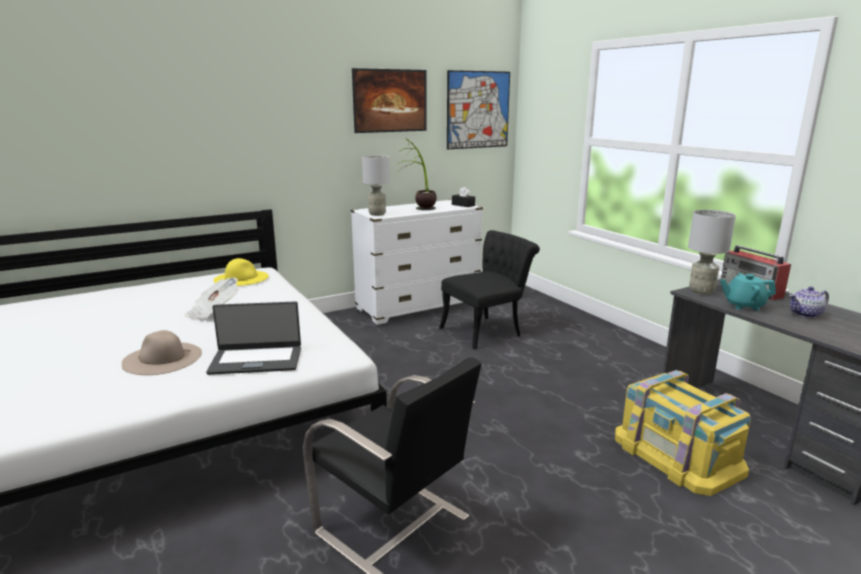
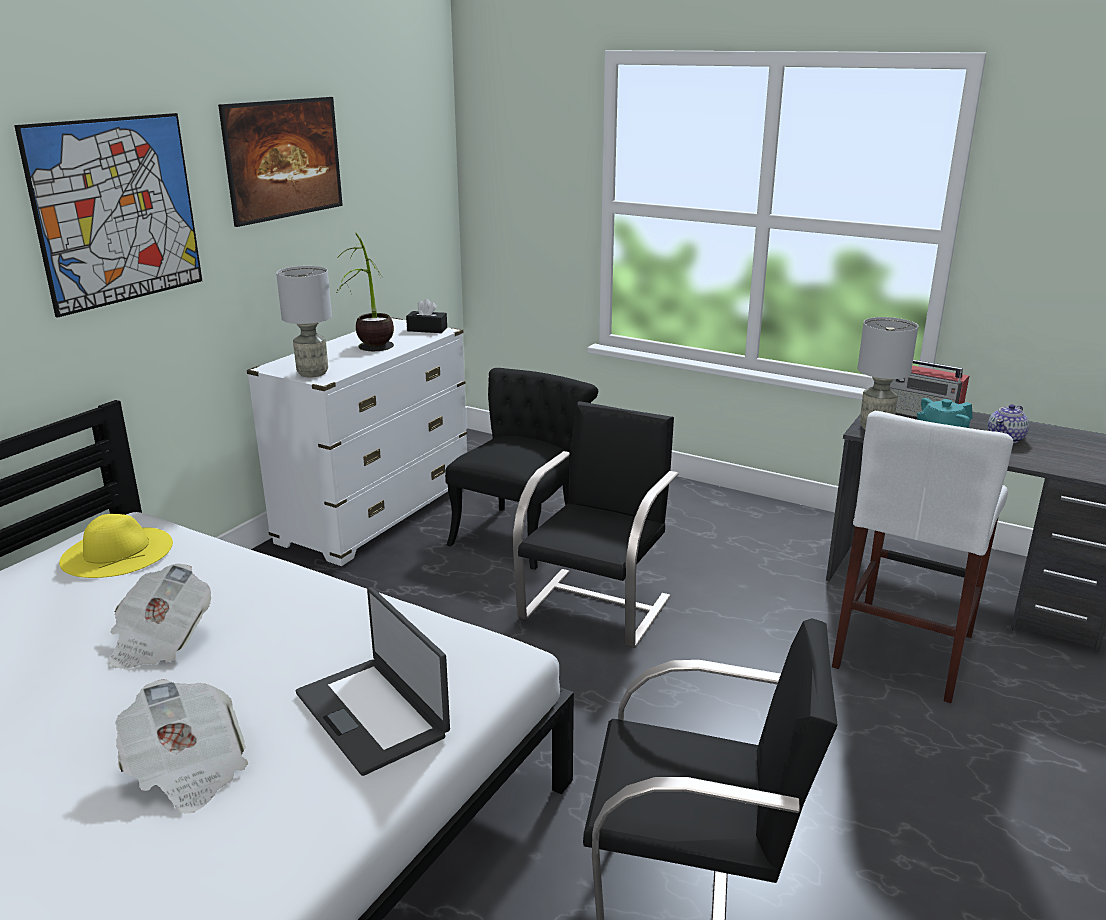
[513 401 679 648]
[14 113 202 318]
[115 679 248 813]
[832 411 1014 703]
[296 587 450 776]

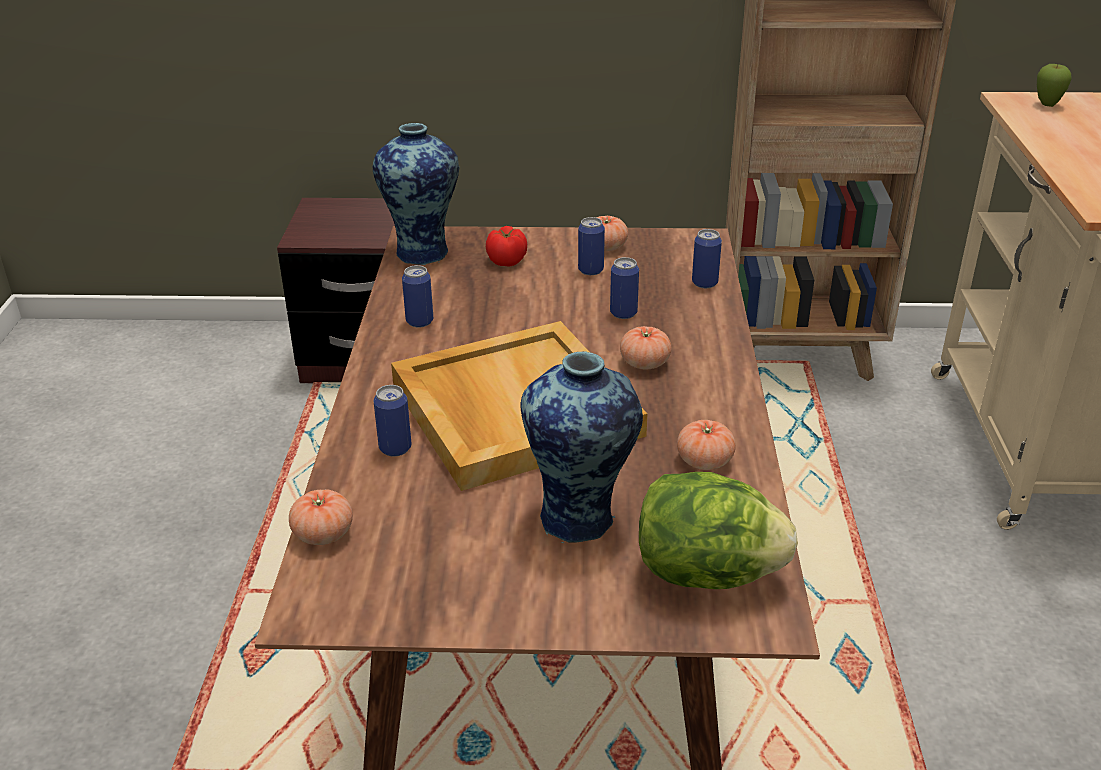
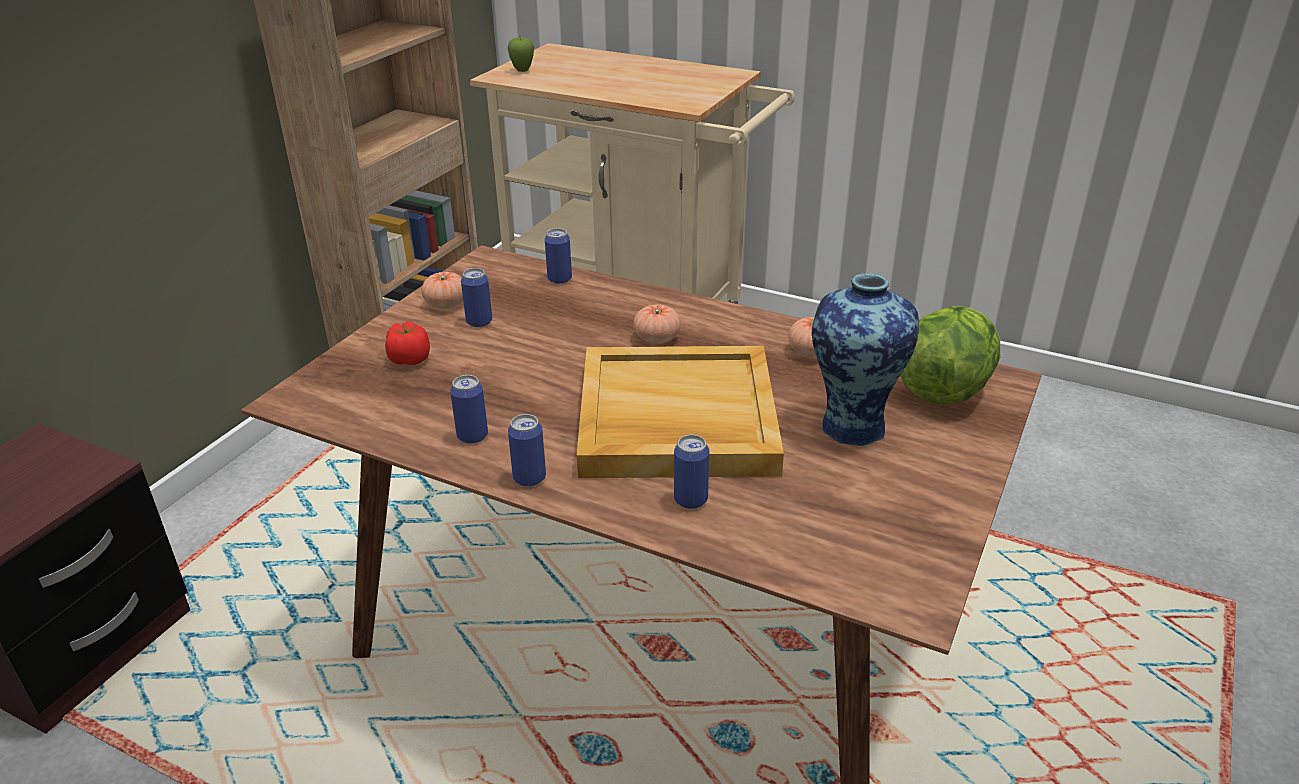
[289 490 353 545] (first image)
[373 123 459 265] (first image)
[508 414 546 487]

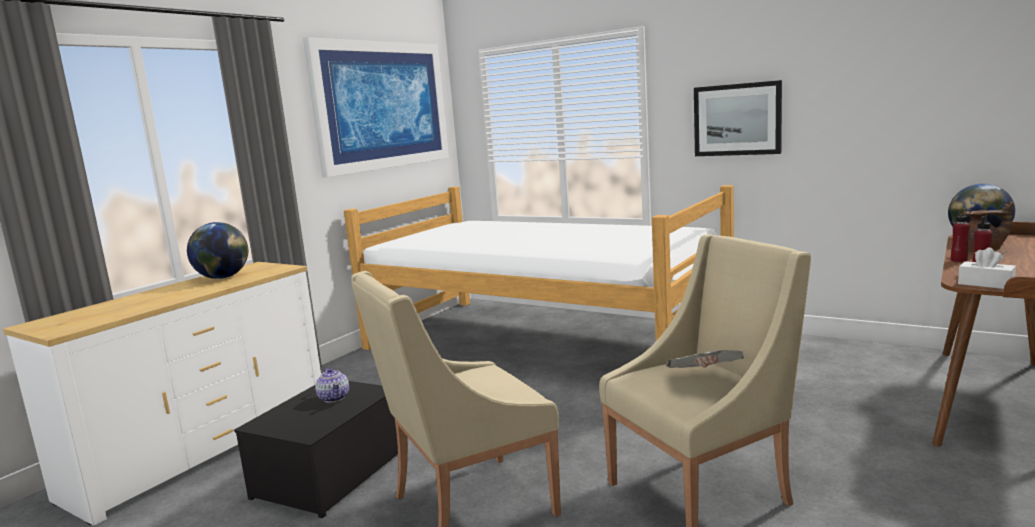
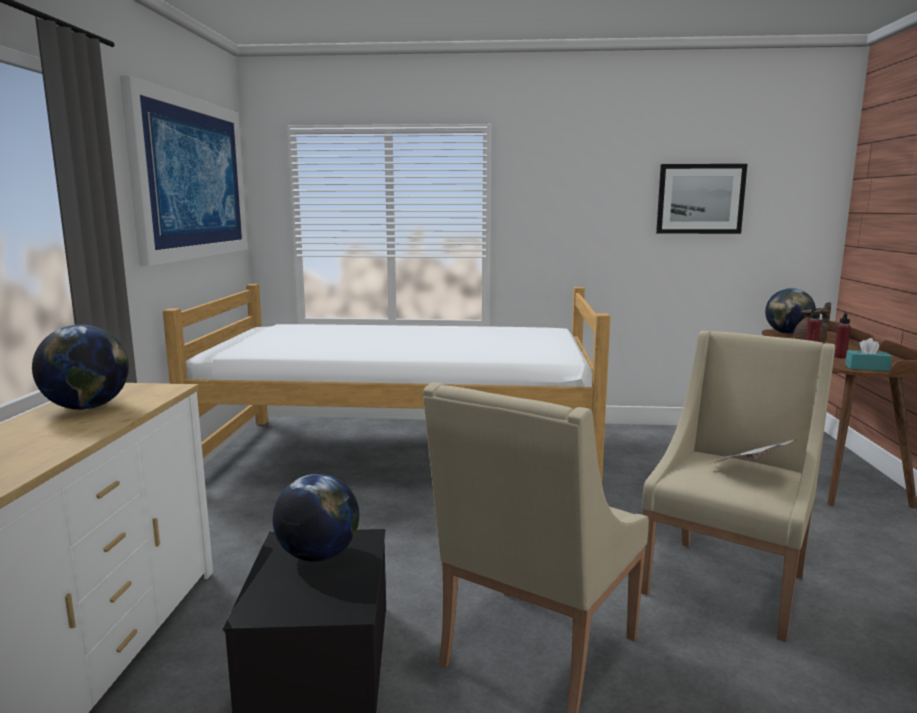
[656 164 747 234]
[273 474 359 562]
[845 338 892 371]

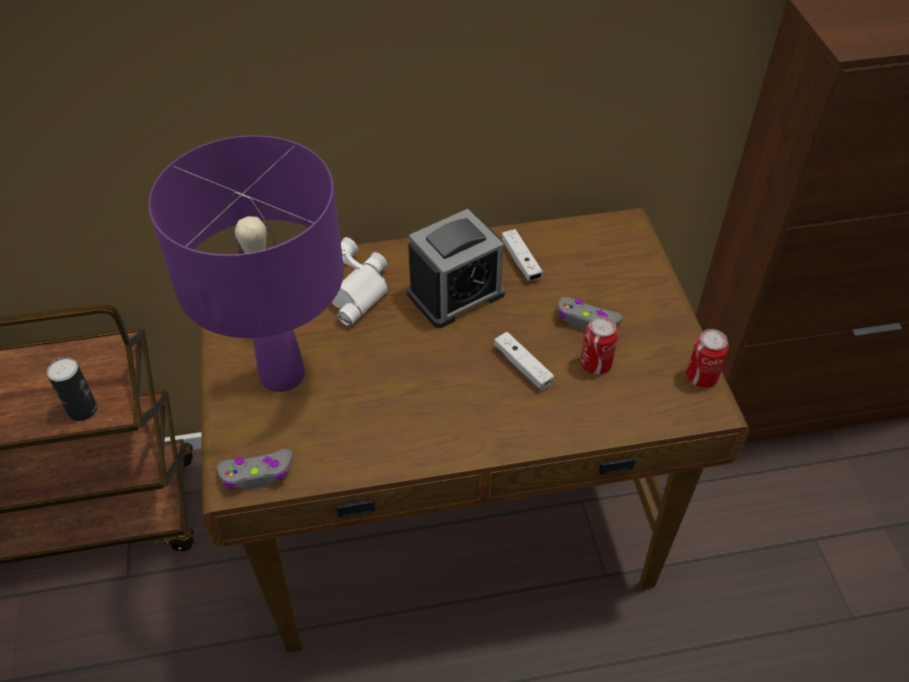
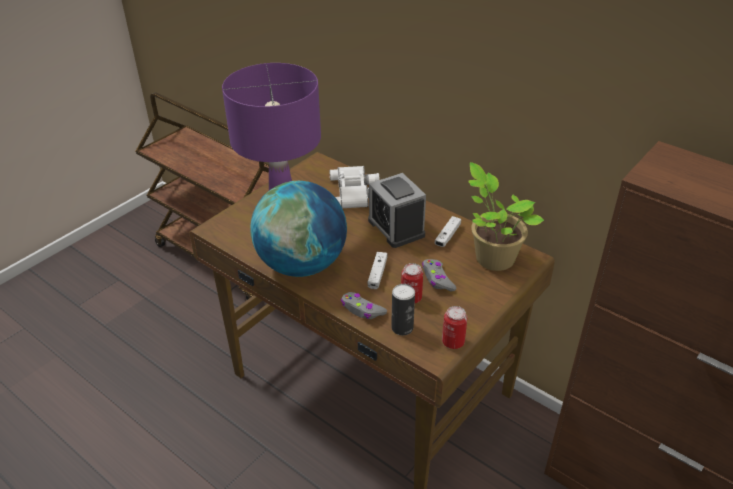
[250 181 347 277]
[468 162 544 271]
[391 284 415 335]
[341 292 387 319]
[368 173 426 248]

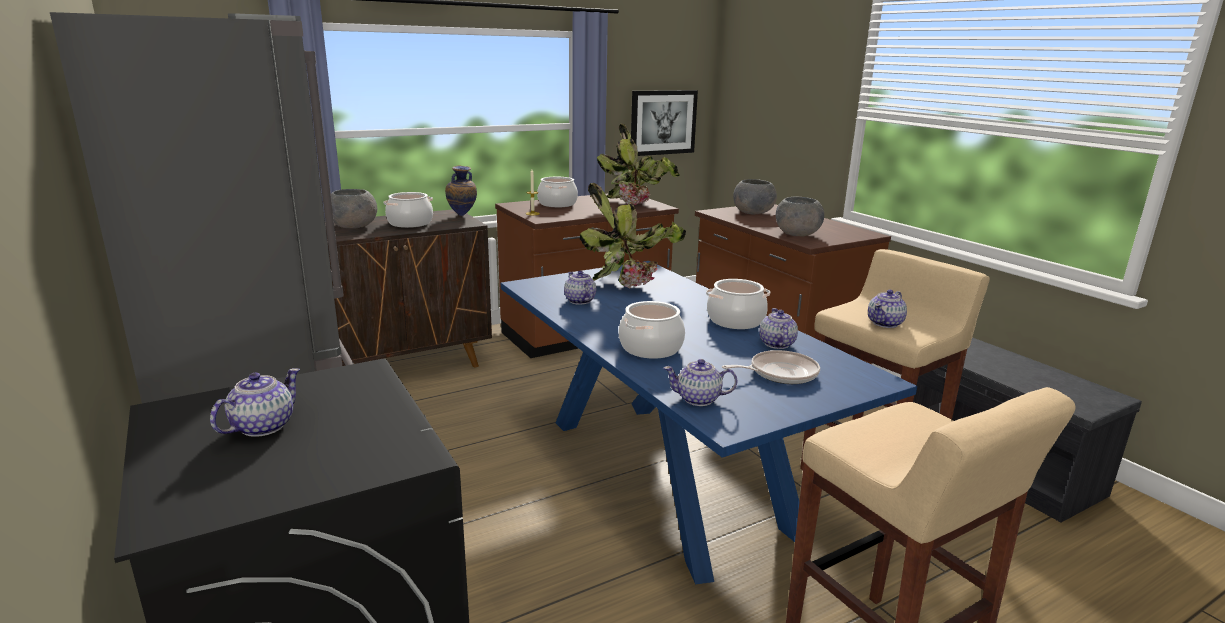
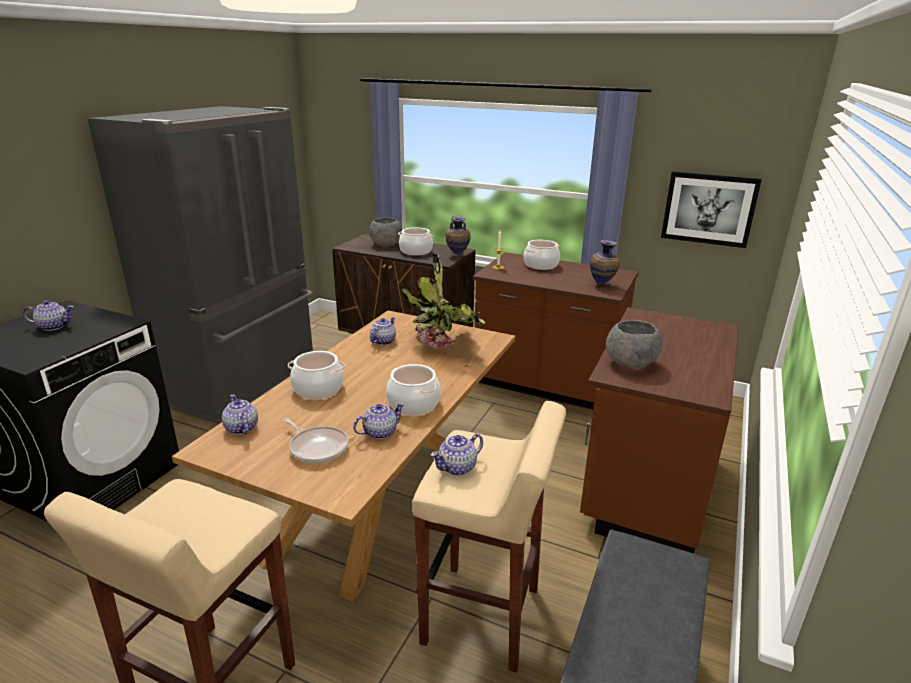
[733 179 777 214] (first image)
[590 240 620 285]
[172 310 515 602]
[431 434 483 476]

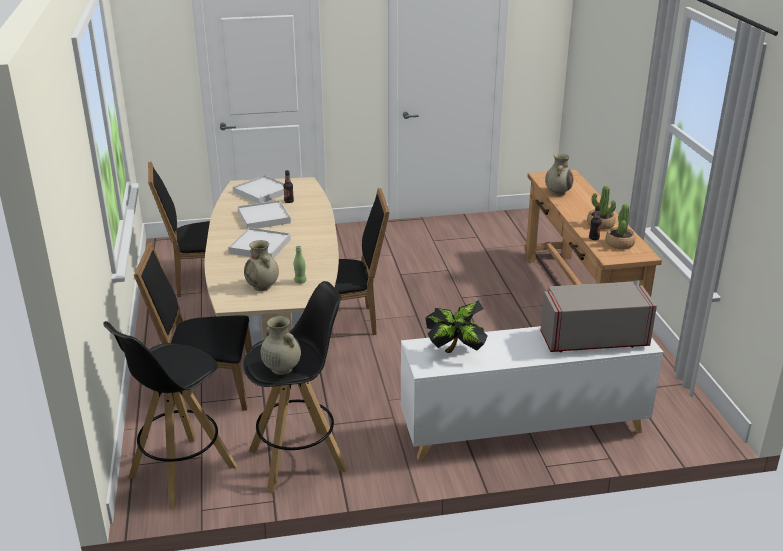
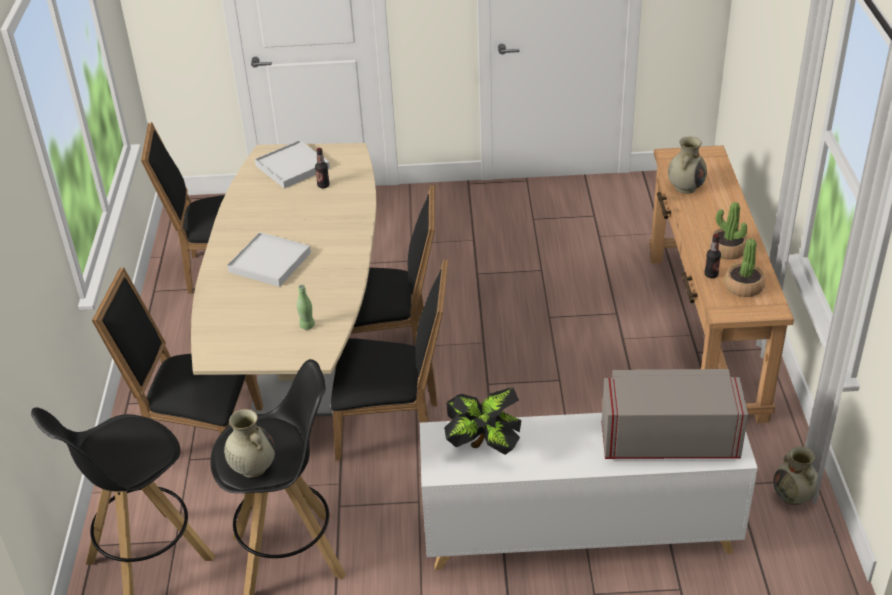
[238 200 291 228] (first image)
[331 259 448 461]
[773 446 818 505]

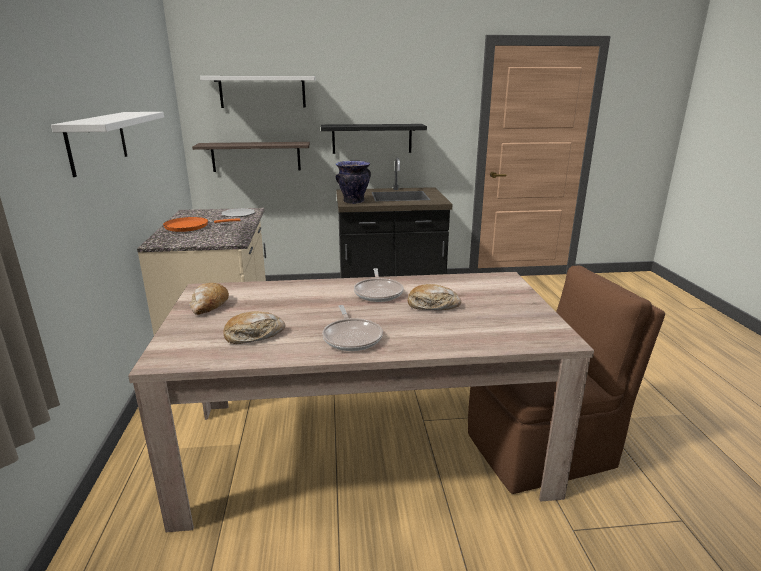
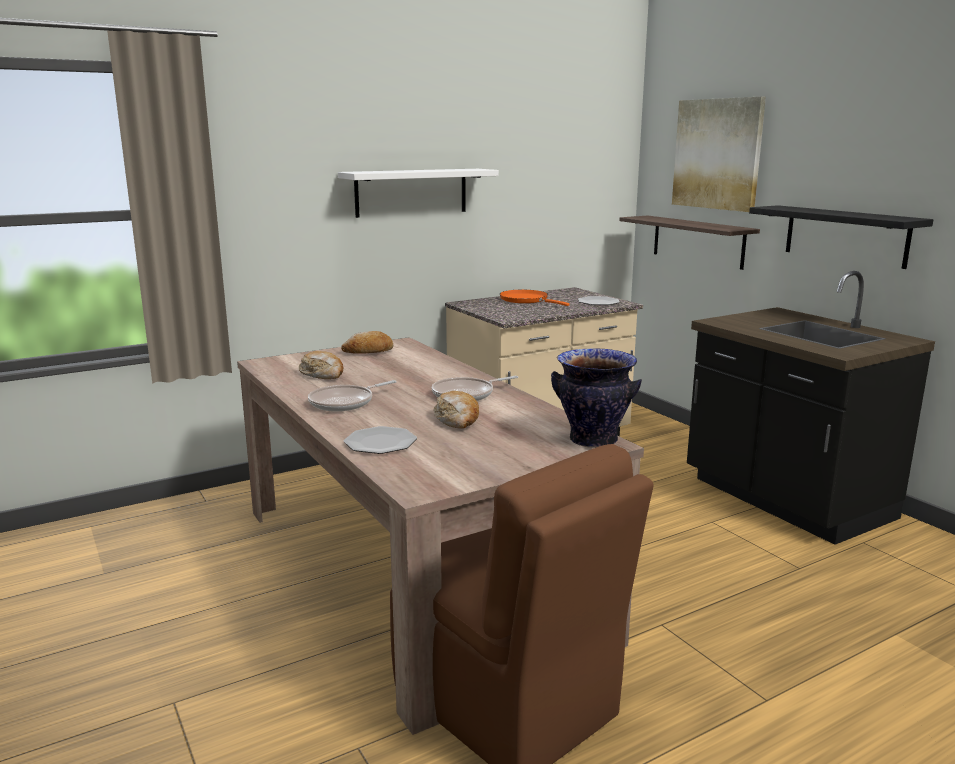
[344 426 417 454]
[551 348 642 448]
[672 97 766 212]

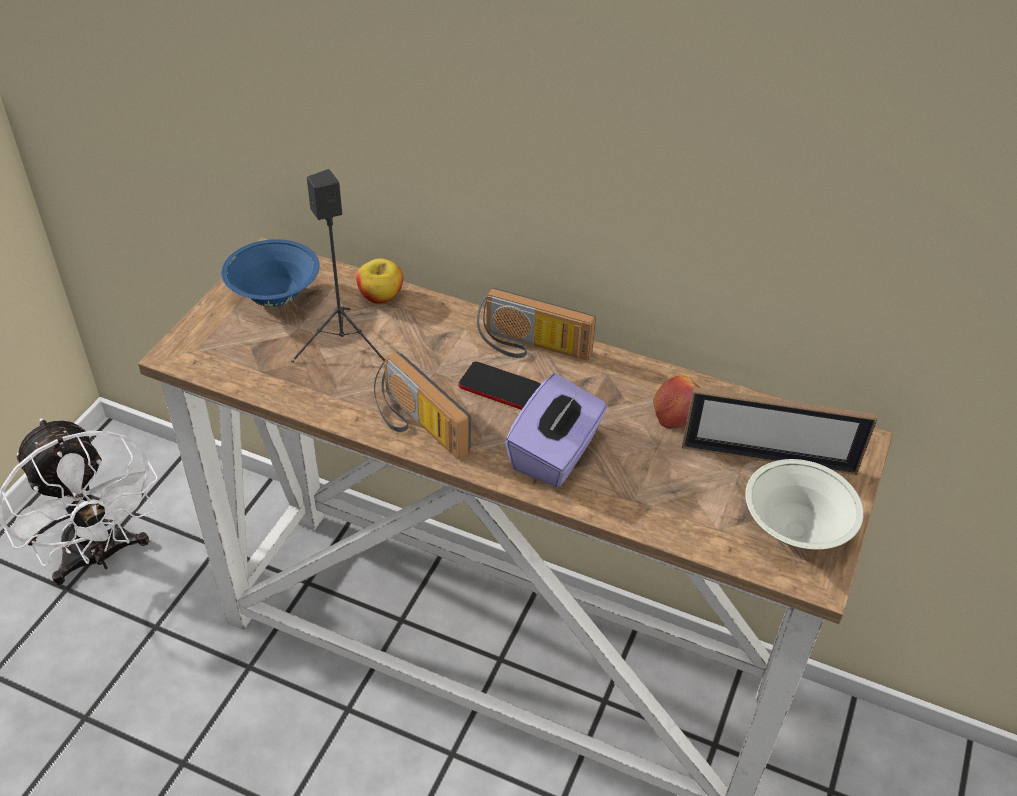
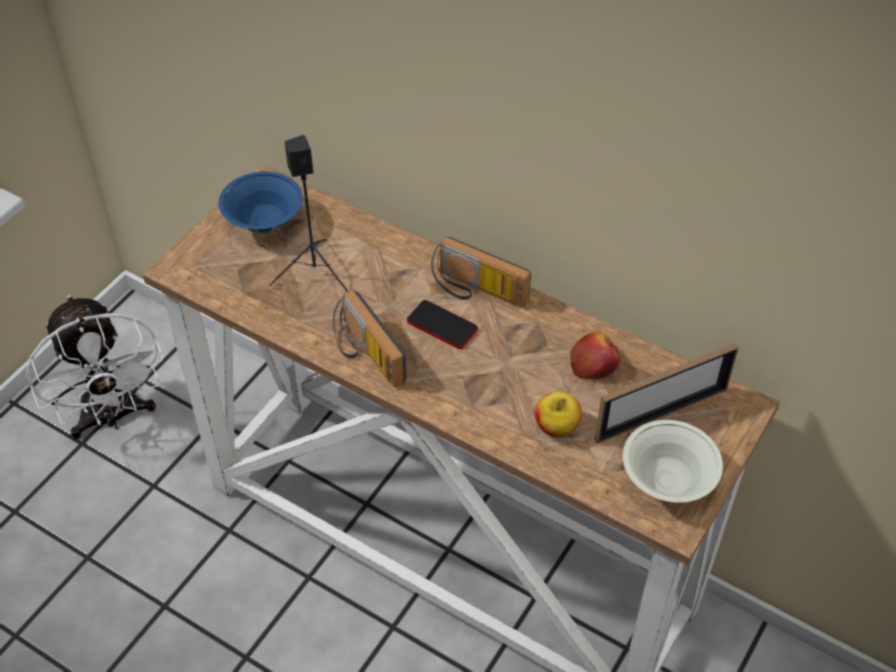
[505 373 607 488] (first image)
[535 391 582 437]
[595 343 739 444]

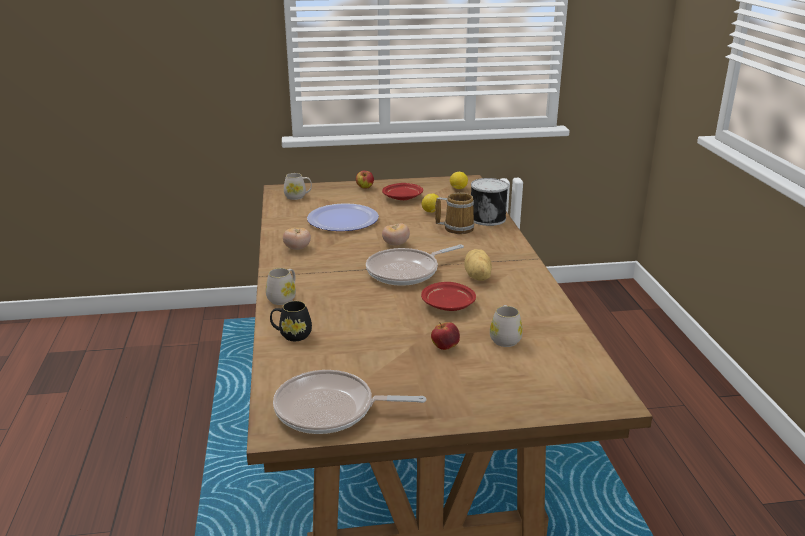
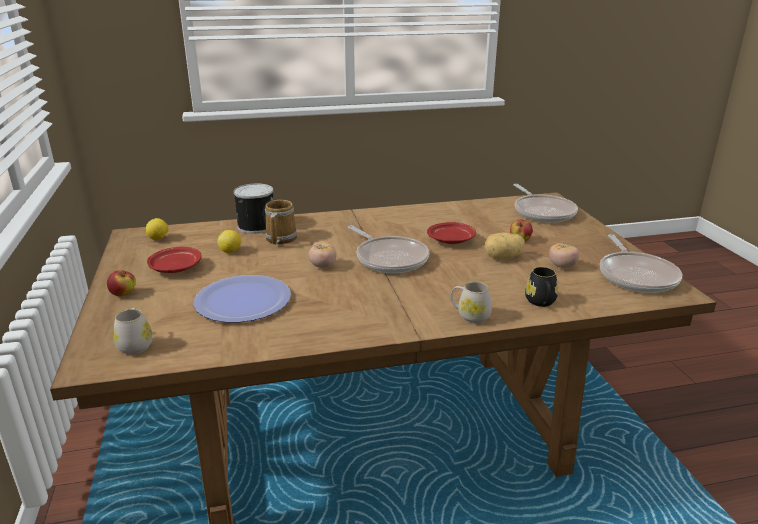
[490 305 523 347] (first image)
[513 184 578 223]
[549 243 579 268]
[485 232 525 260]

